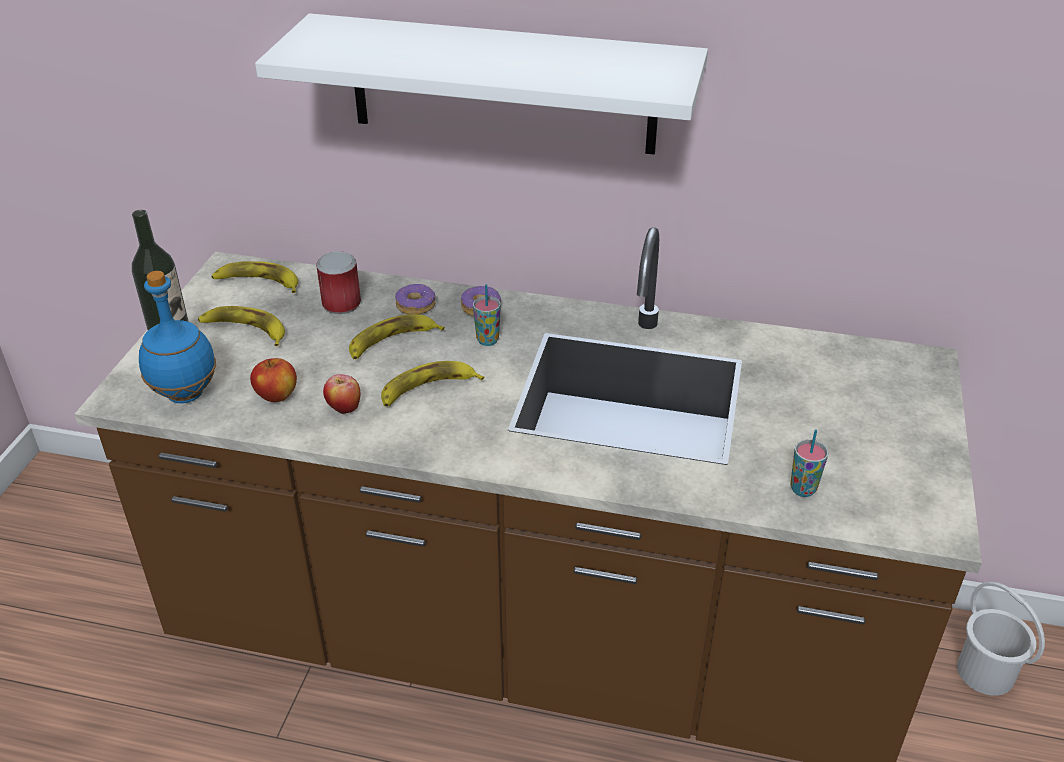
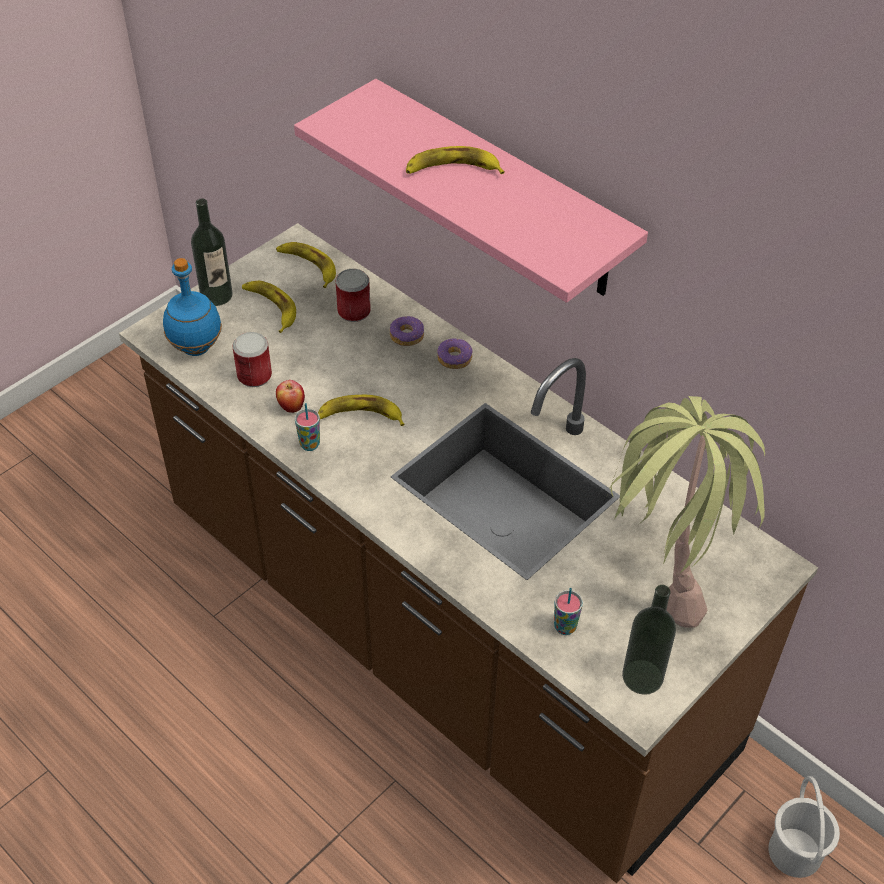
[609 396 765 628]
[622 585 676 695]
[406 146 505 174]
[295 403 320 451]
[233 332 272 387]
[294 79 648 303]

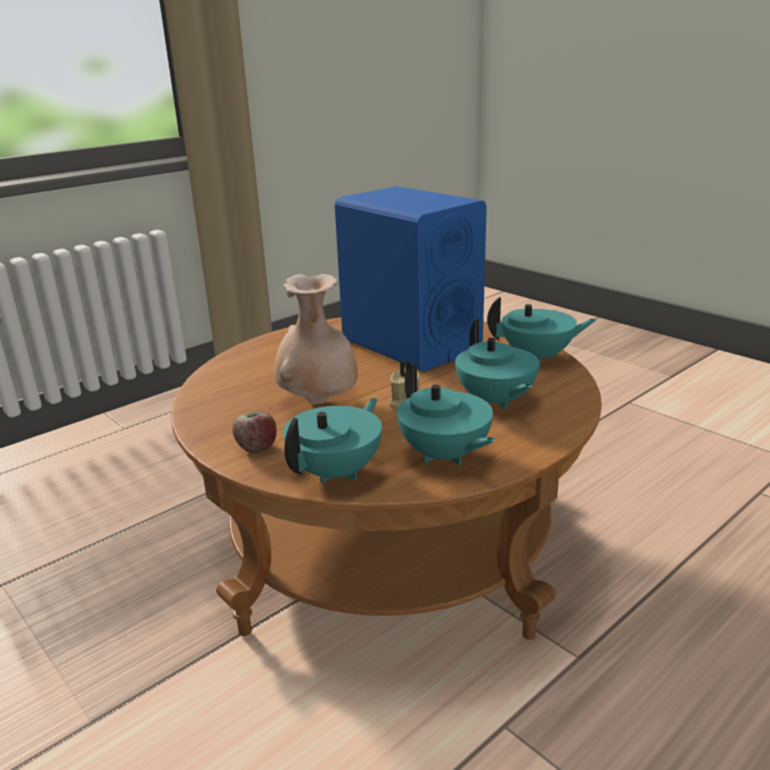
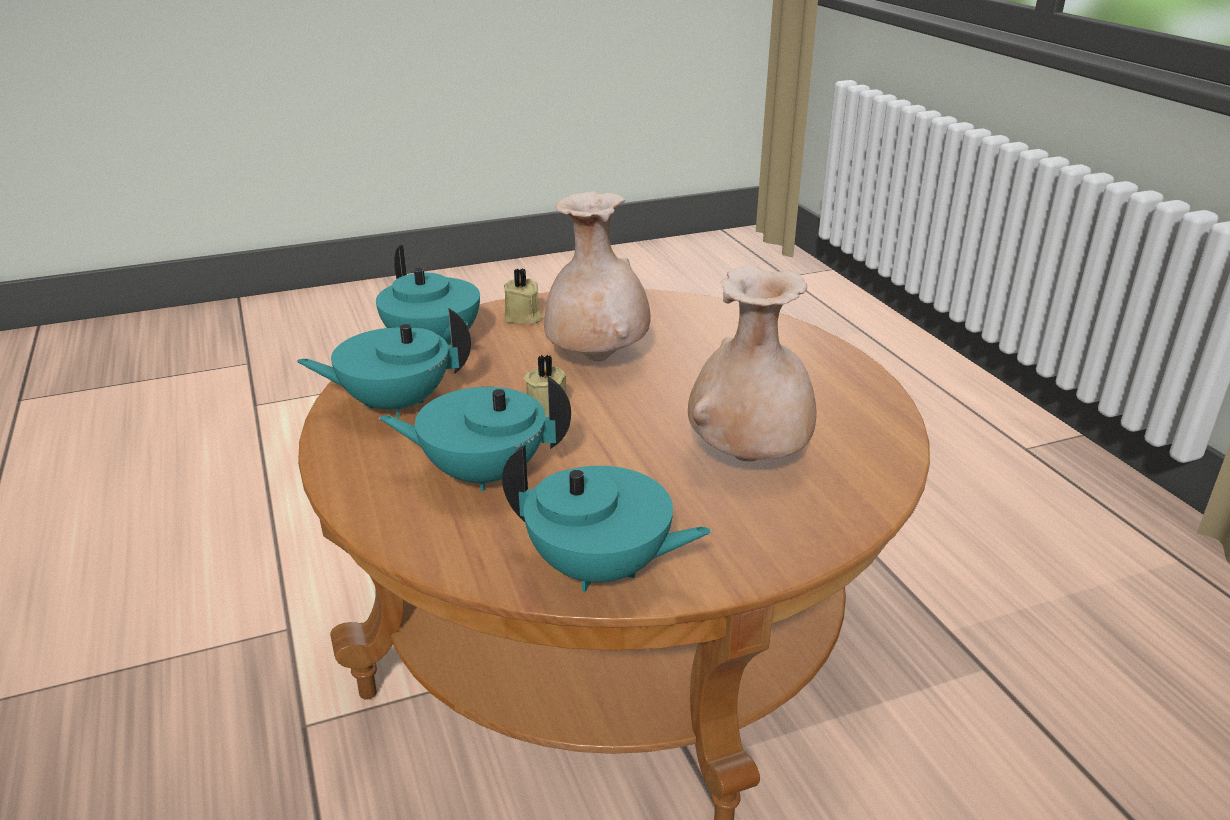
[504 268 542 324]
[688 265 817 461]
[502 445 712 592]

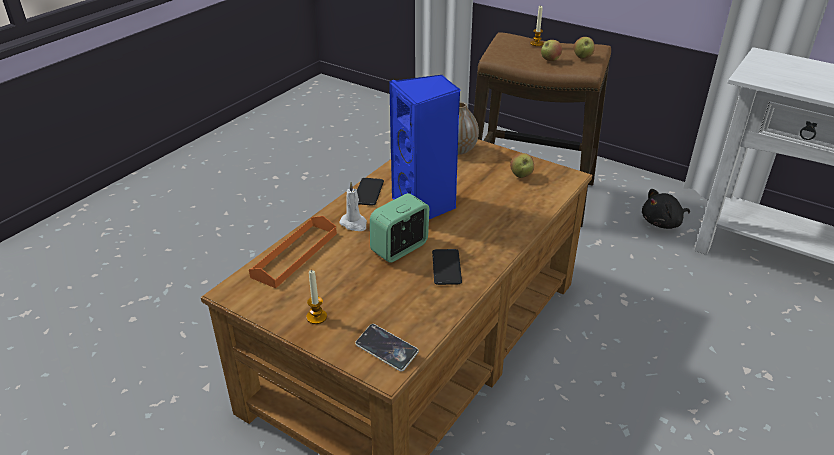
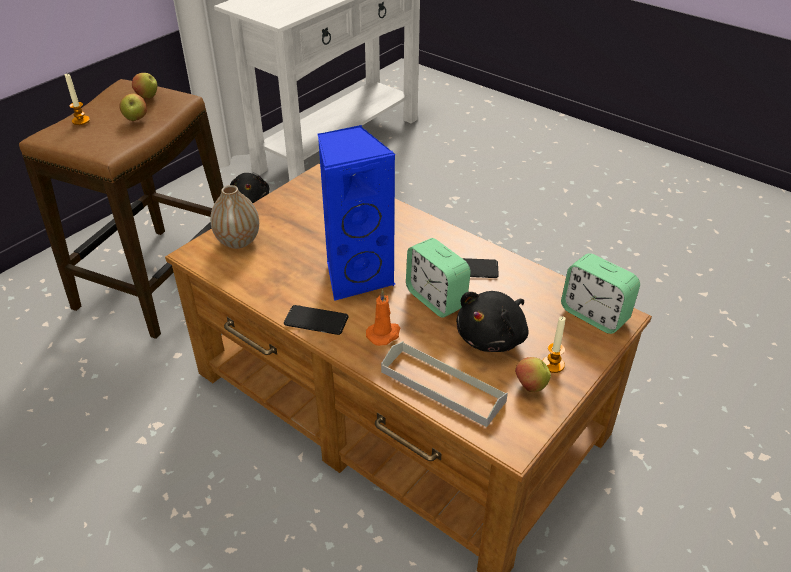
[456 291 529 352]
[515 357 551 392]
[561 253 640 334]
[381 341 508 427]
[366 289 400 346]

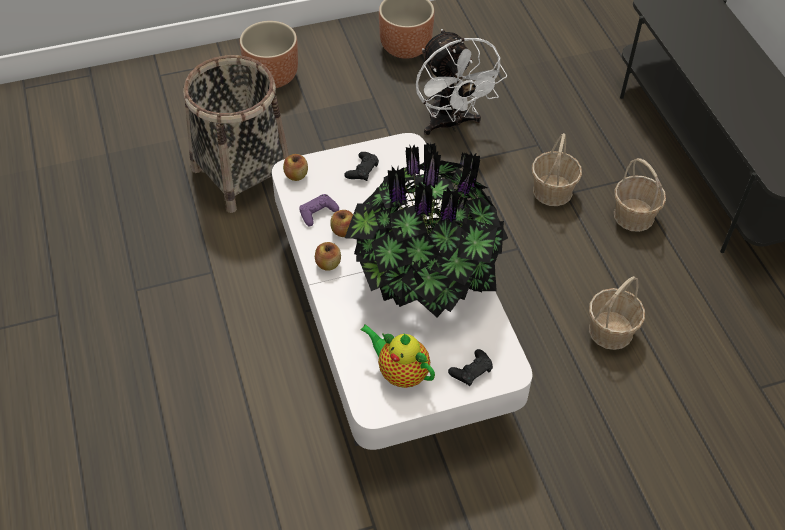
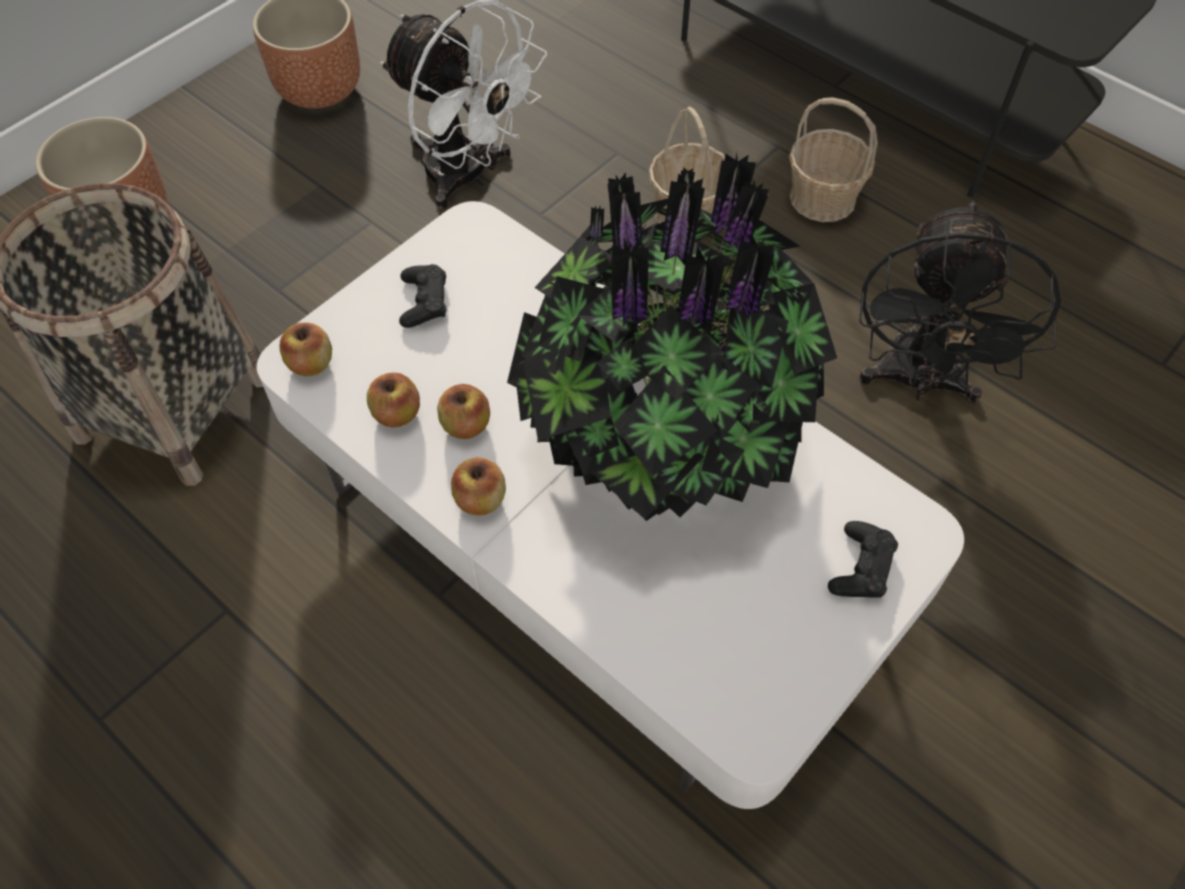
[360 324 435 388] (first image)
[367 372 420 427]
[859 200 1061 404]

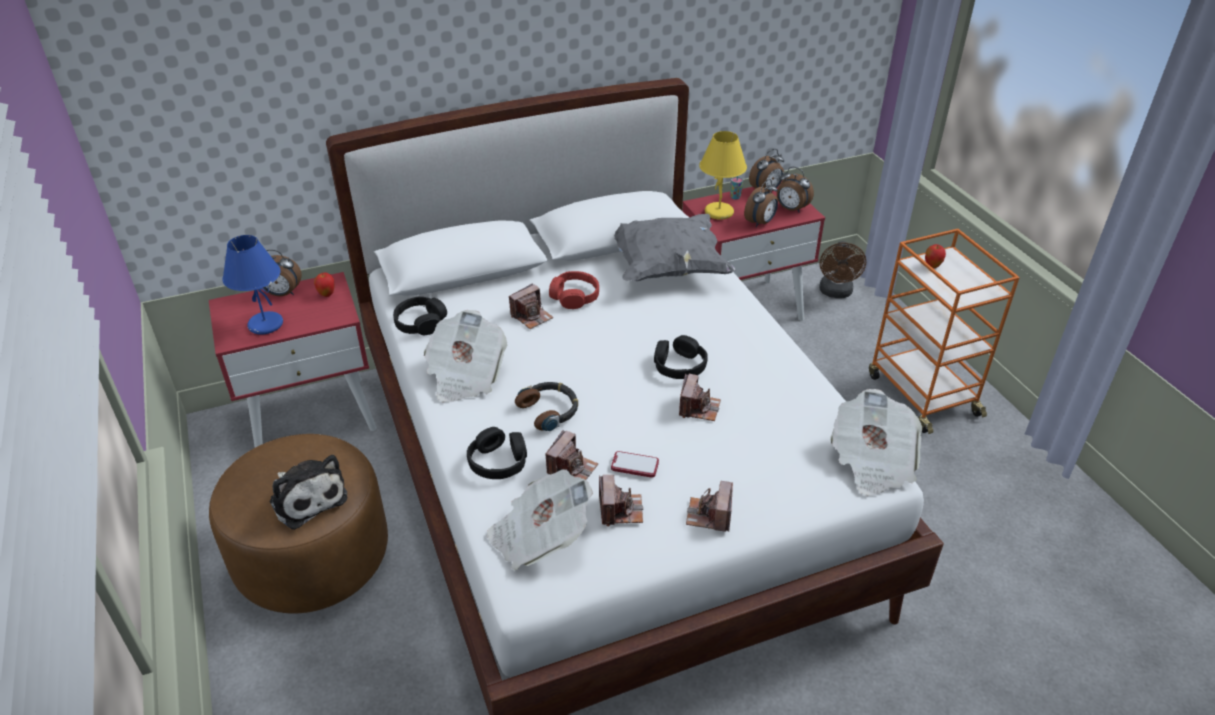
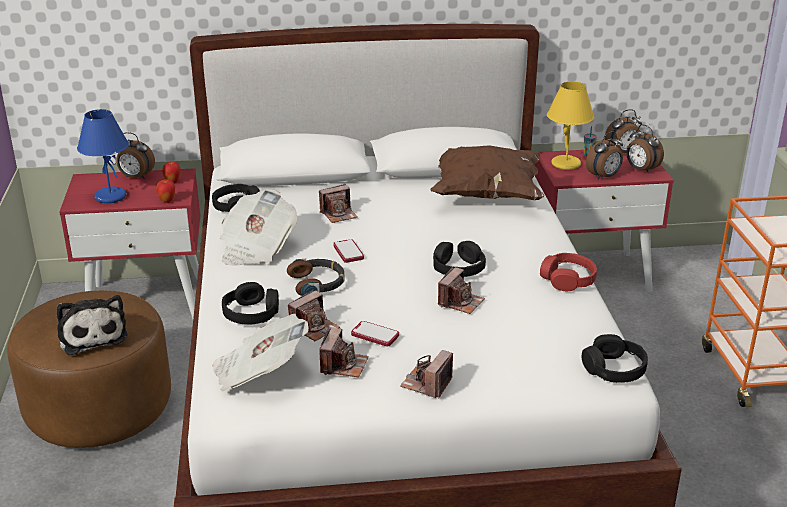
[819 241 867 298] (first image)
[333 239 364 263]
[540 253 597 291]
[156 179 175 203]
[582 334 648 383]
[430 145 544 200]

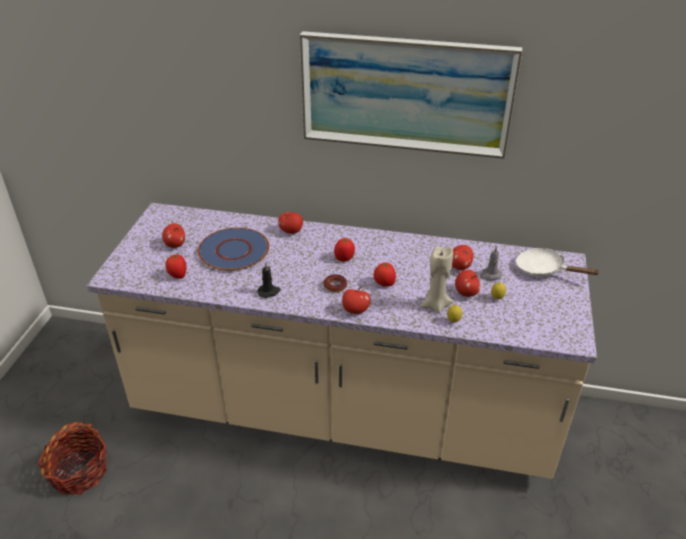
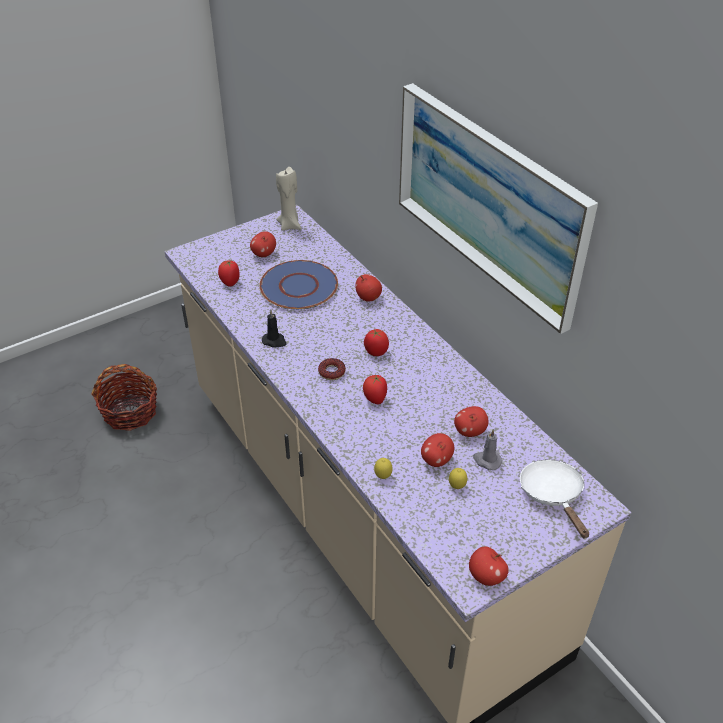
[469 546 509 586]
[276 167 302 231]

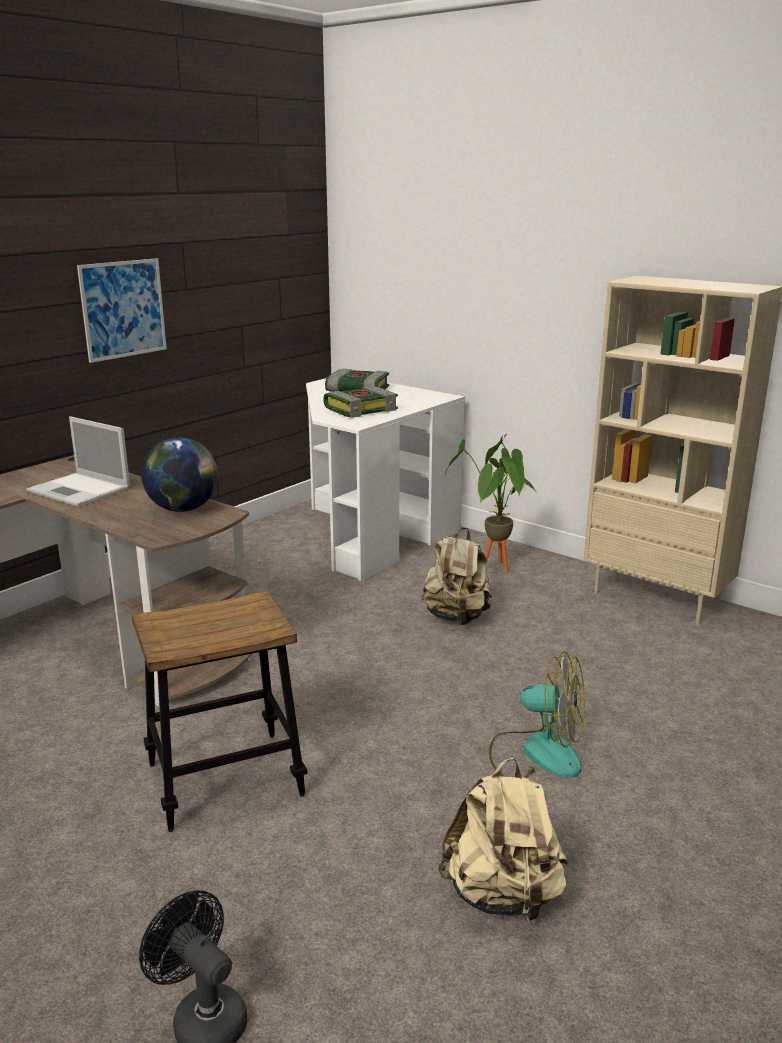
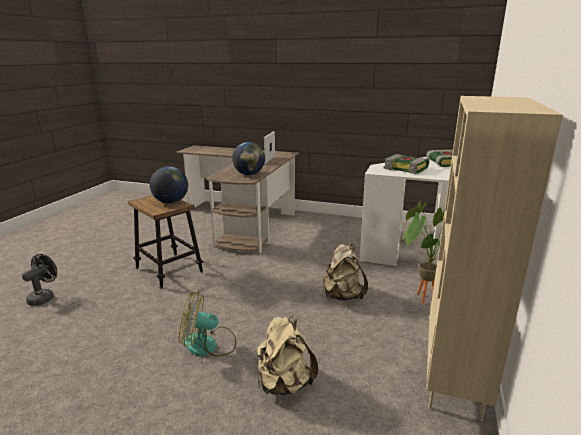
[77 258 167 363] (first image)
[150 166 188 203]
[257 316 318 395]
[179 291 236 357]

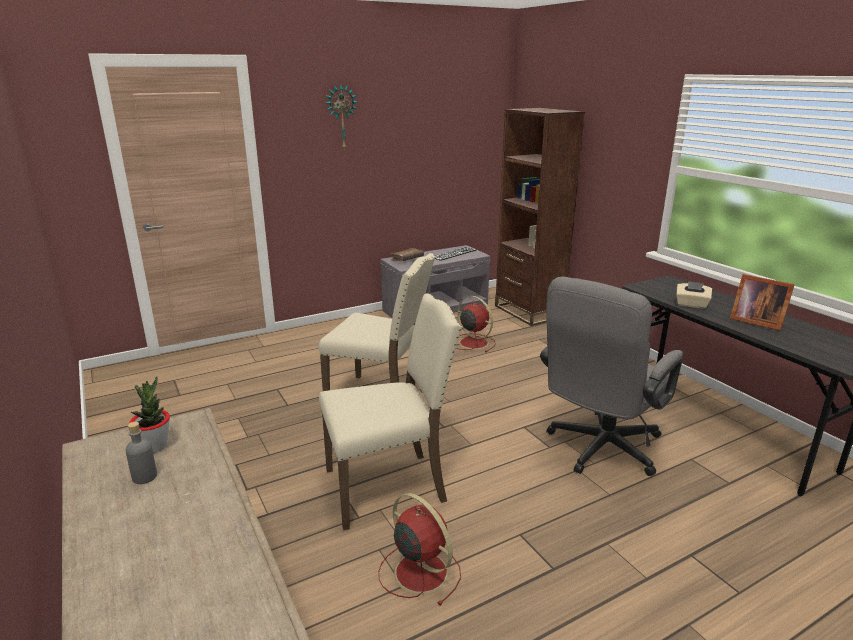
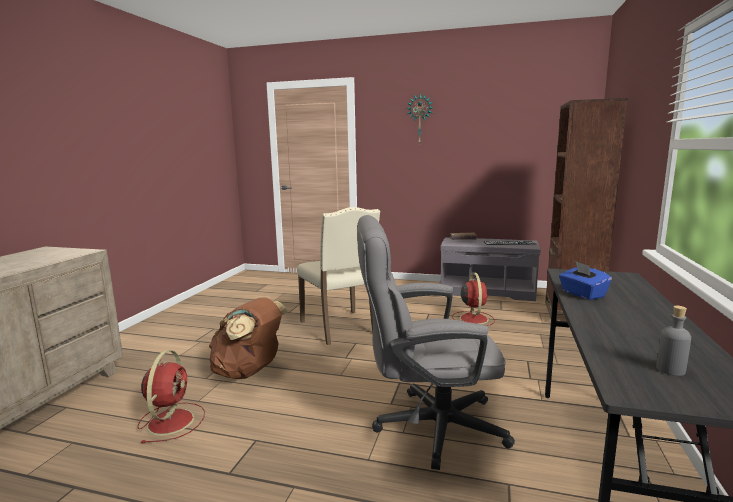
[130 376 170 453] (first image)
[730 274 795 331] (first image)
[656 306 691 376]
[209 297 288 379]
[559 261 612 300]

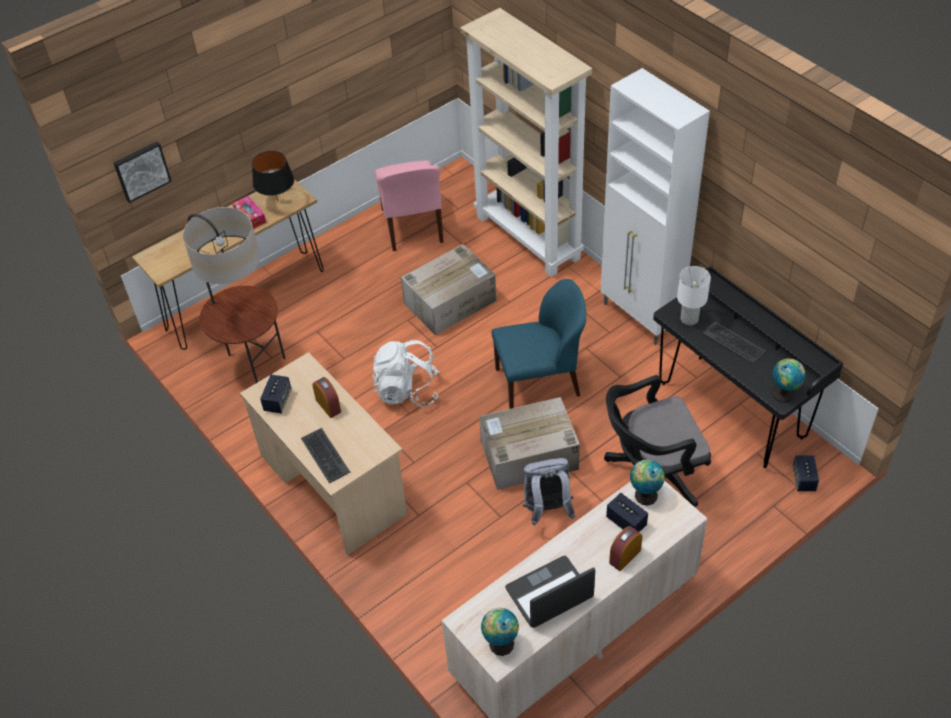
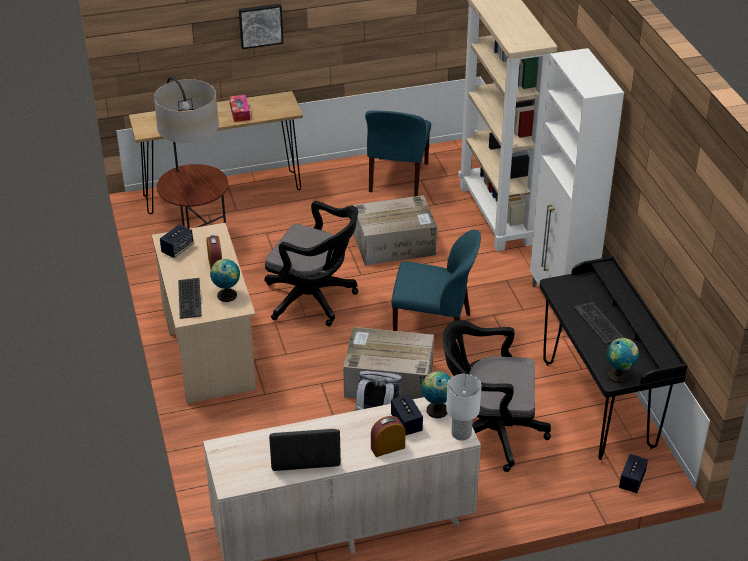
[252 151 294 201] (first image)
[239 4 283 49]
[210 259 240 302]
[446 374 481 441]
[264 201 358 326]
[365 110 431 197]

